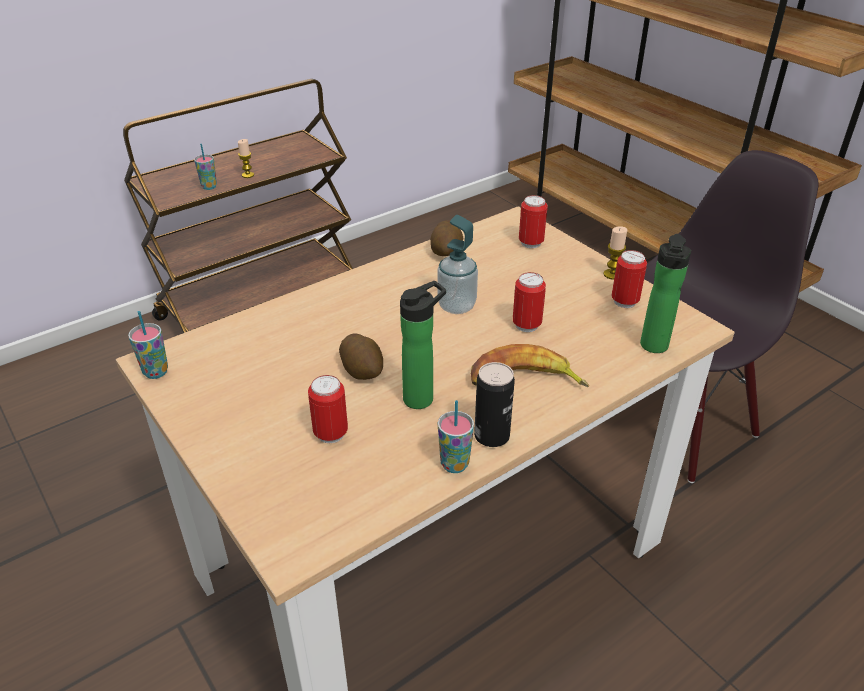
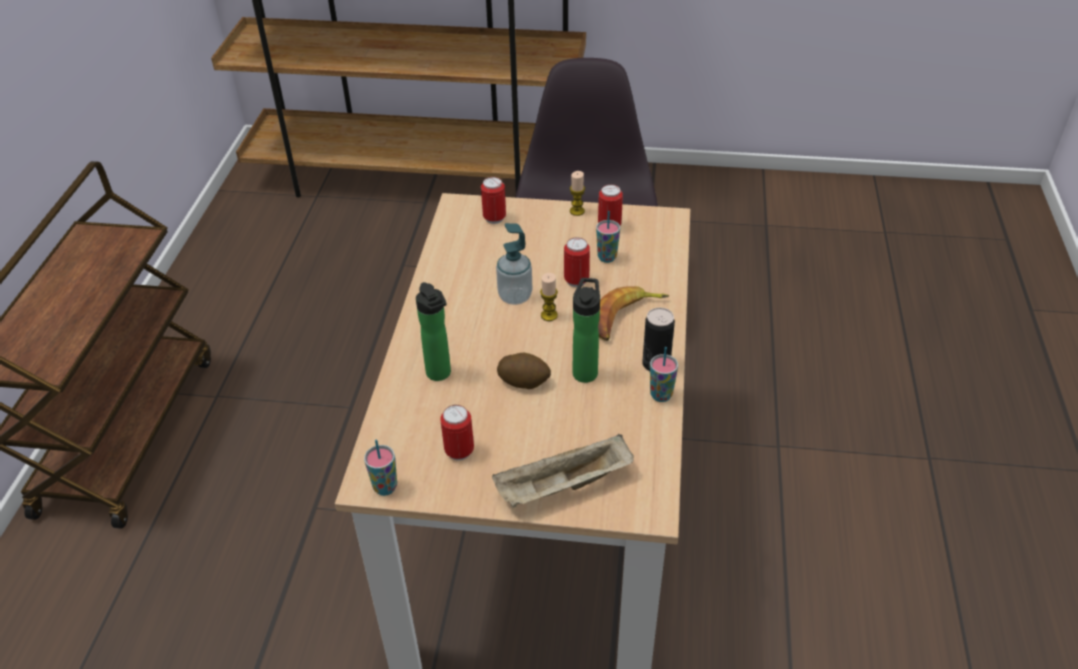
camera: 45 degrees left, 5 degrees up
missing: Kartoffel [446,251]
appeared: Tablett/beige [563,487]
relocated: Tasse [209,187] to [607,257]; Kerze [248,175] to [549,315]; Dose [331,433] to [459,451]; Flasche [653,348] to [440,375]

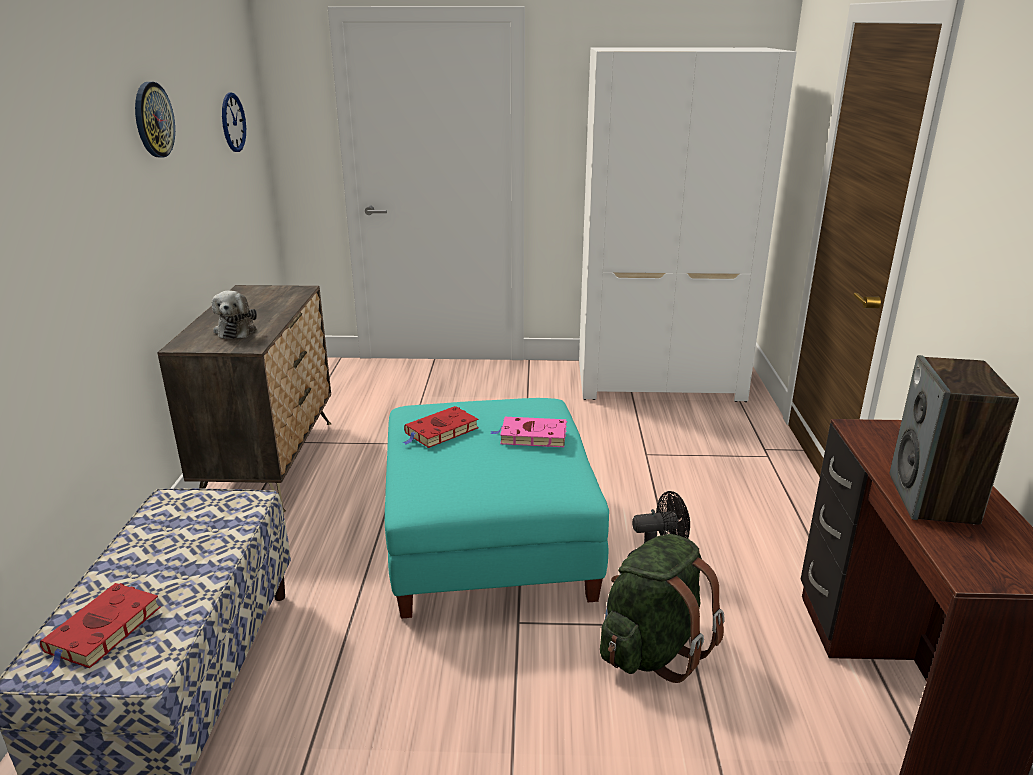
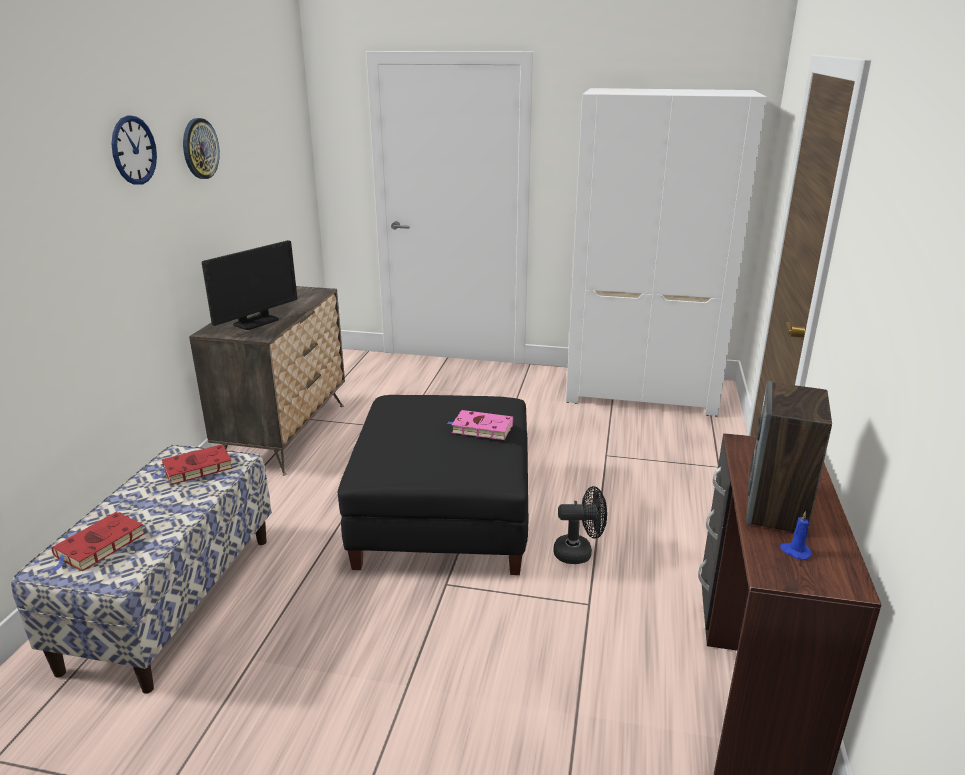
camera: 10 degrees right, 0 degrees up
missing: Rucksack/grün [652,649]
appeared: Kerze/blau [795,552]
relocated: Wanduhr [233,122] to [134,150]; Buch/rot [440,431] to [195,469]
exchanged: Plüschtier [236,330] to Monitor [256,322]
colour: Polsterhocker/türkis [490,541] to Polsterhocker/schwarz [444,515]

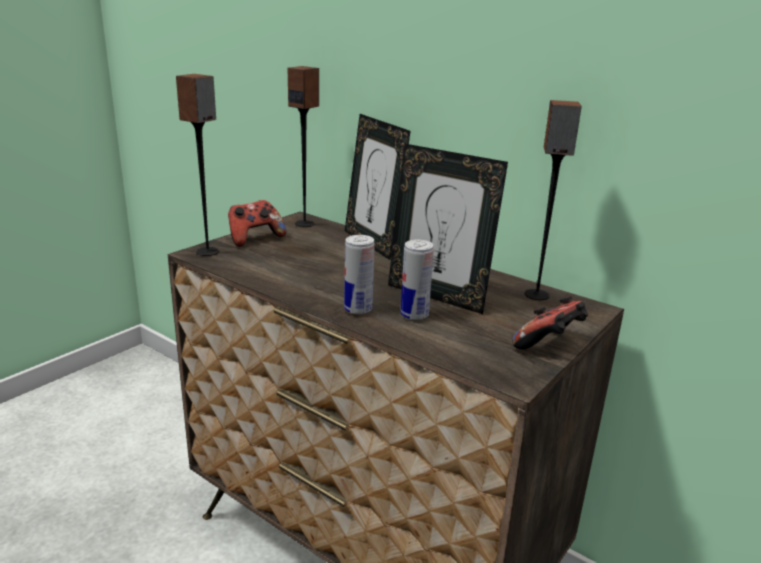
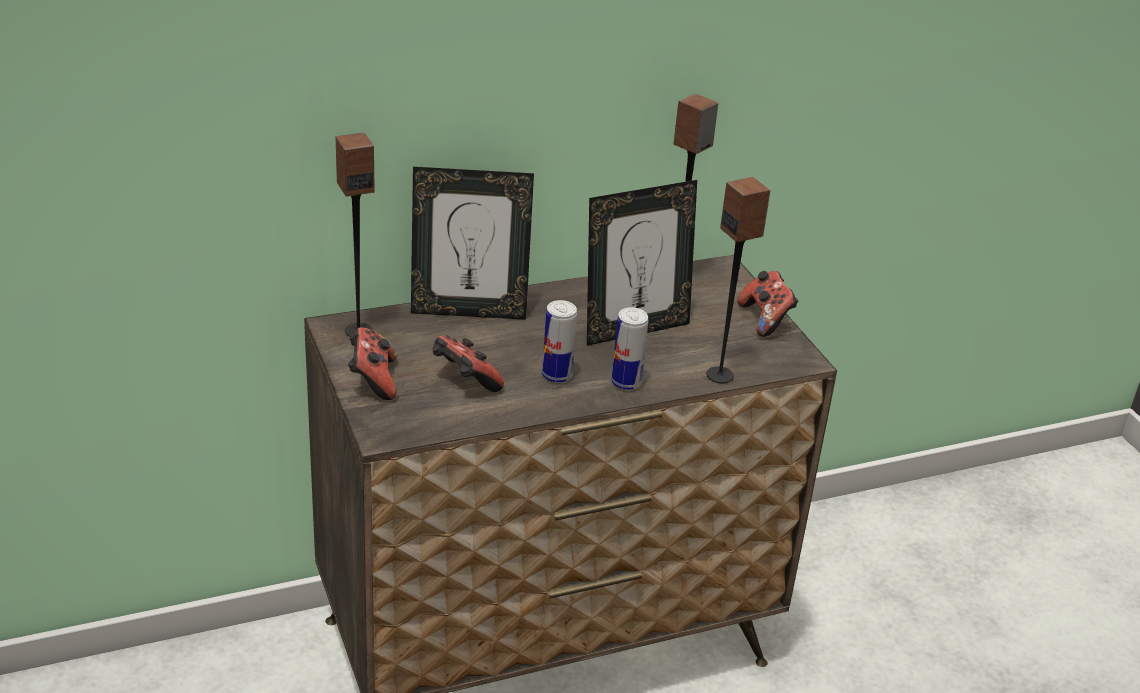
camera: 60 degrees left, 10 degrees up
appeared: Gamepad [464,381]
relocated: Lautsprecher [208,252] to [720,375]; Dose [414,315] to [557,375]

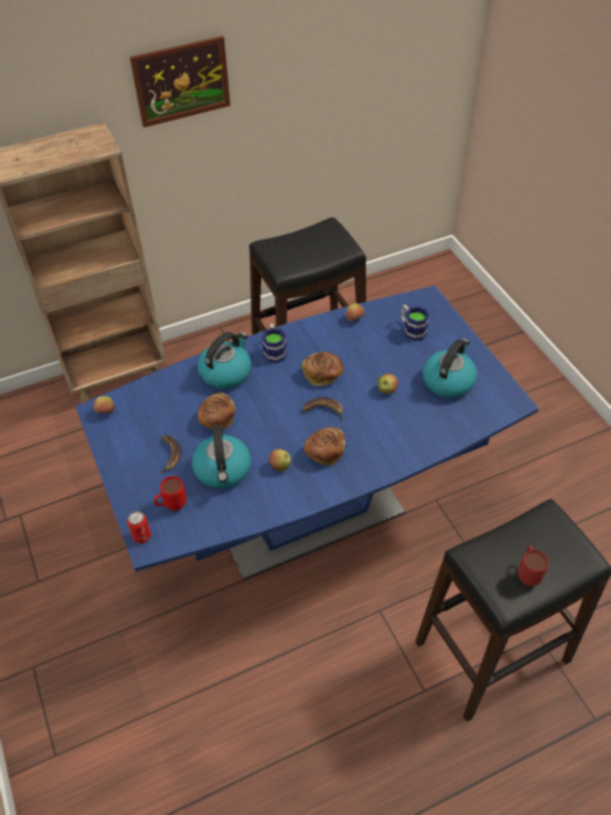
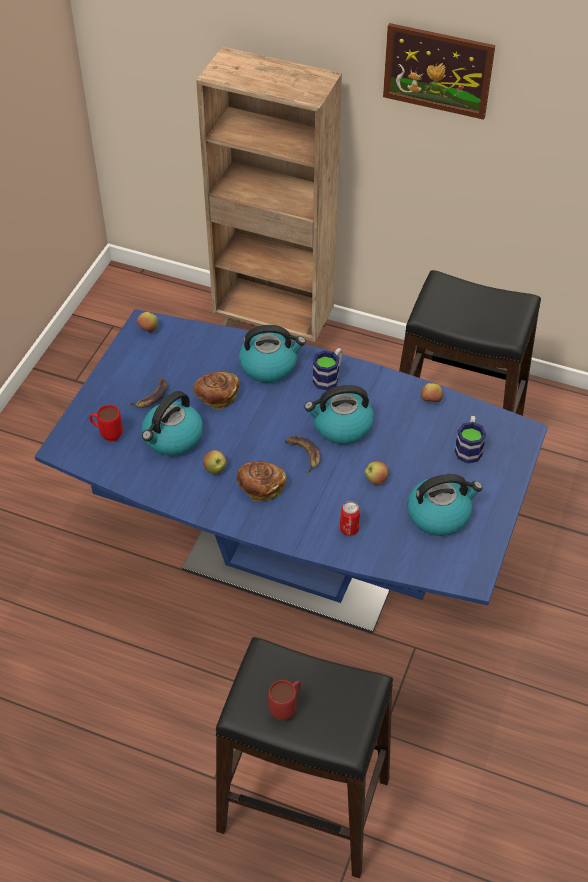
camera: 45 degrees right, 0 degrees up
relocated: Dose [142,536] to [349,529]
exchanged: Brot [323,375] to Wasserkessel [341,426]

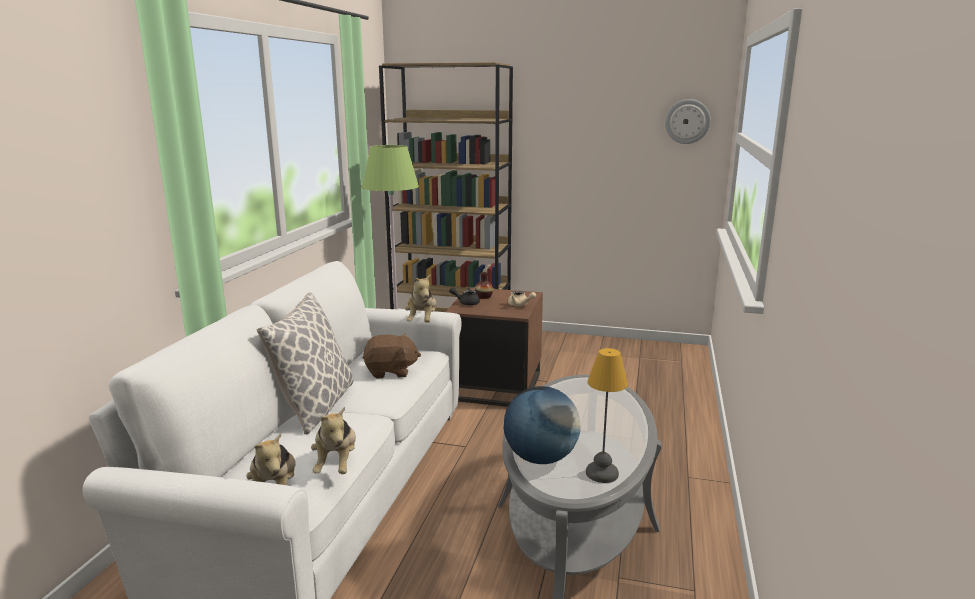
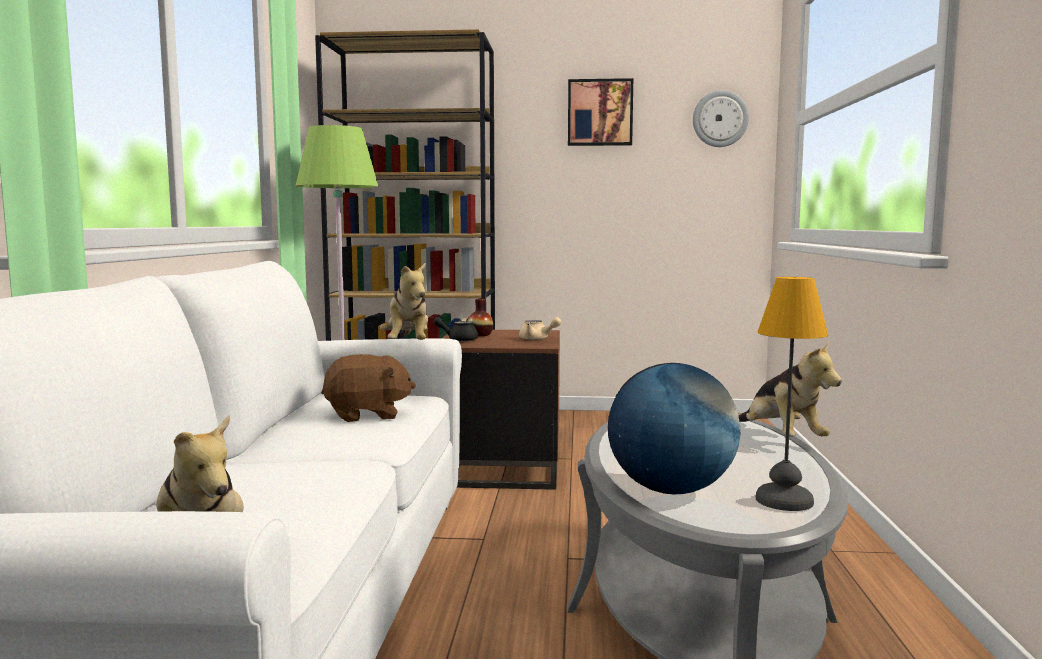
camera: 10 degrees left, 10 degrees down
missing: Kissen [315,406]
appeared: Bild [600,113]
relocated: Plüschtier [336,464] to [781,438]

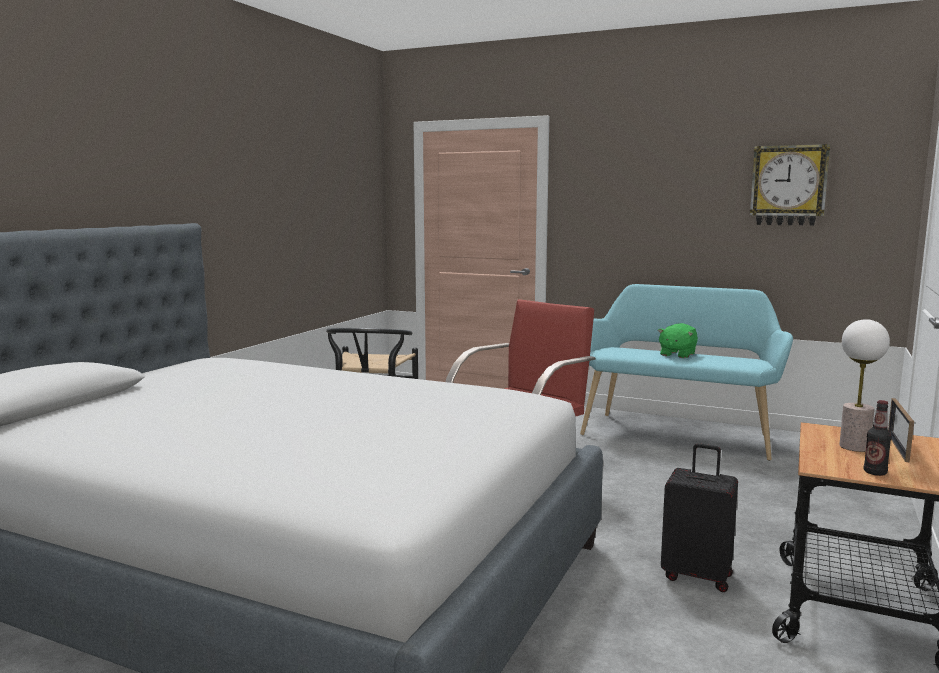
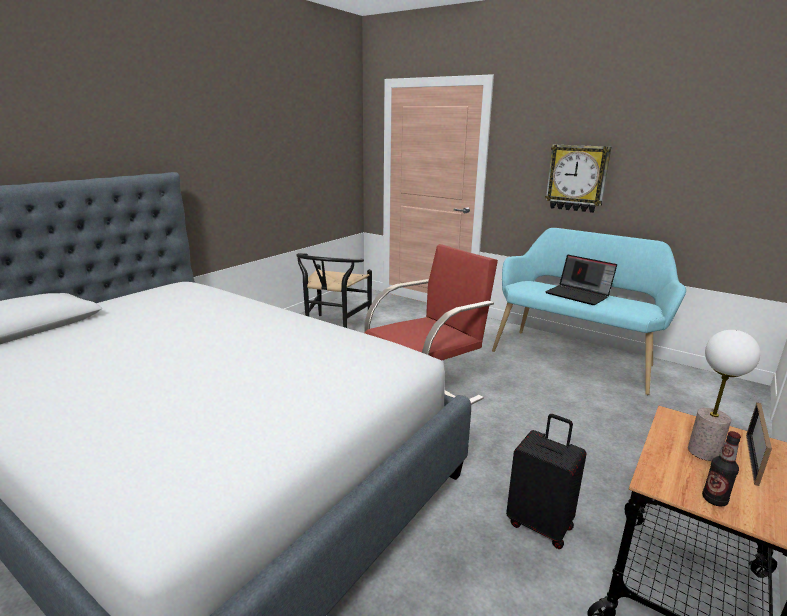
camera: 10 degrees right, 10 degrees up
relocated: Wanduhr [788,185] to [577,178]
exchanged: Plüschtier/grün [677,354] to Laptop [579,295]

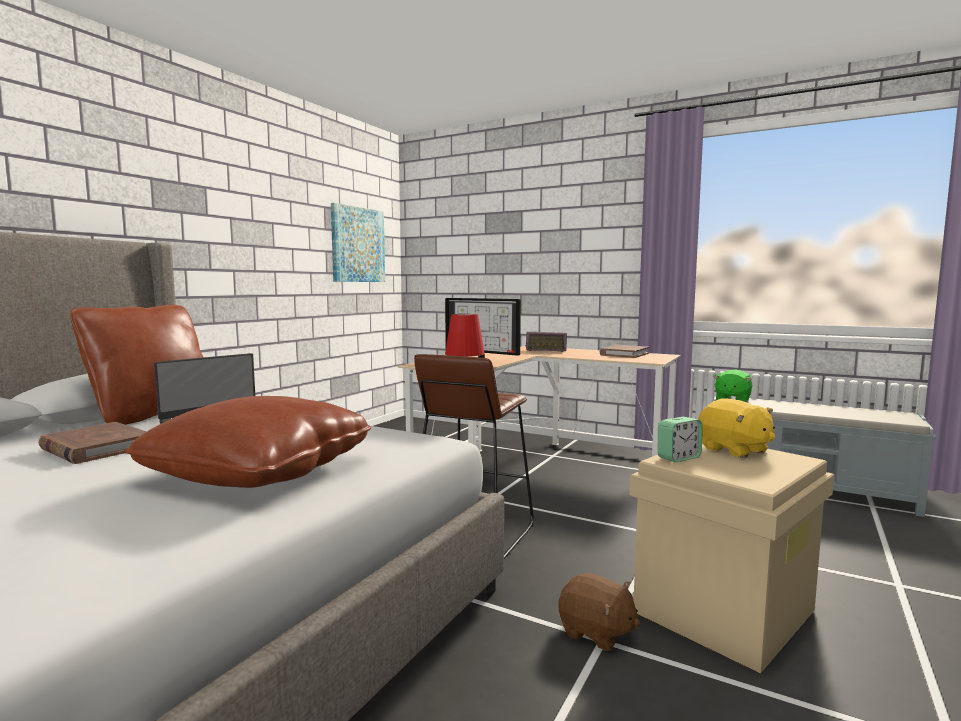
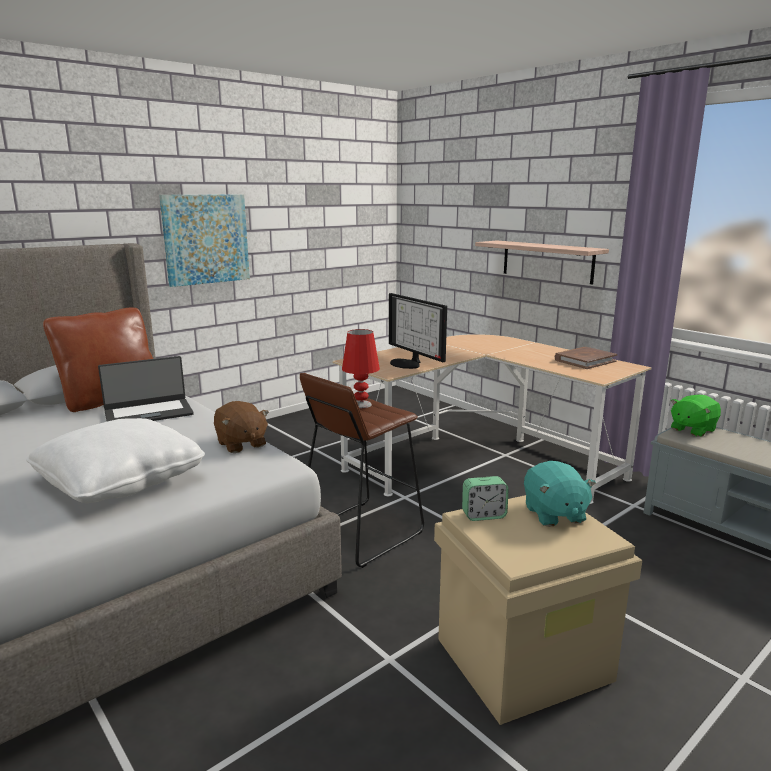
camera: 20 degrees right, 10 degrees up
missing: Buch/braun [96,448]; Radio [546,350]
appeared: Wandregal [547,261]
relocated: Bild [357,245] to [206,239]; Plüschtier/braun [596,632] to [241,444]
colour: Kissen/braun [260,473] to Kissen/weiß [120,481]; Plüschtier/gelb [734,450] to Plüschtier/türkis [554,514]

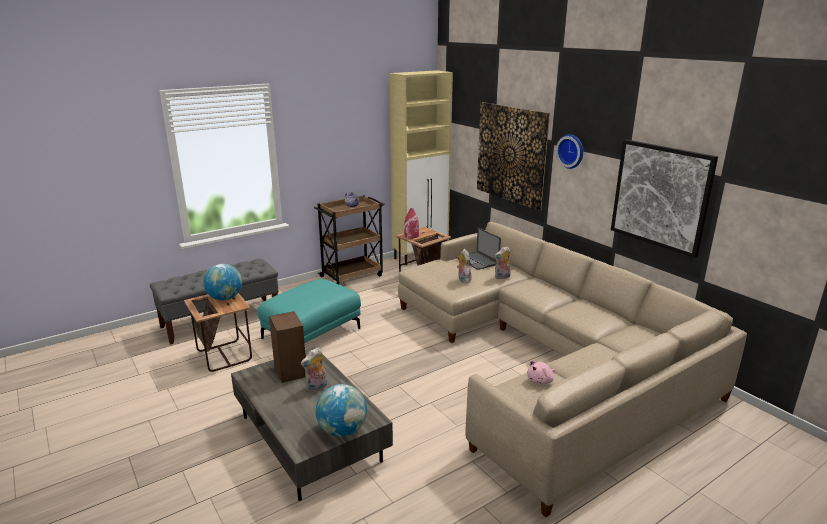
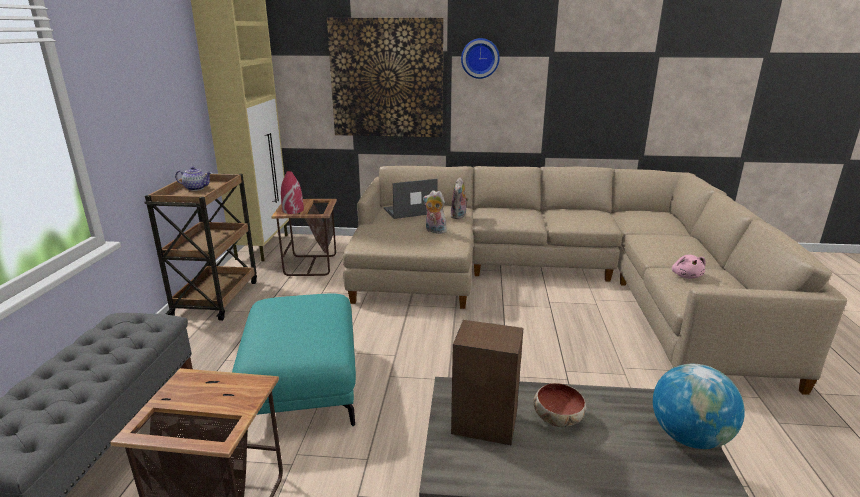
camera: 50 degrees left, 0 degrees up
missing: Globus [225,298]; Bild [660,196]
exchanged: Plüschtier [316,388] to Schüssel [557,417]
spun: Laptop [478,261] = [409,211] 150 degrees clockwise

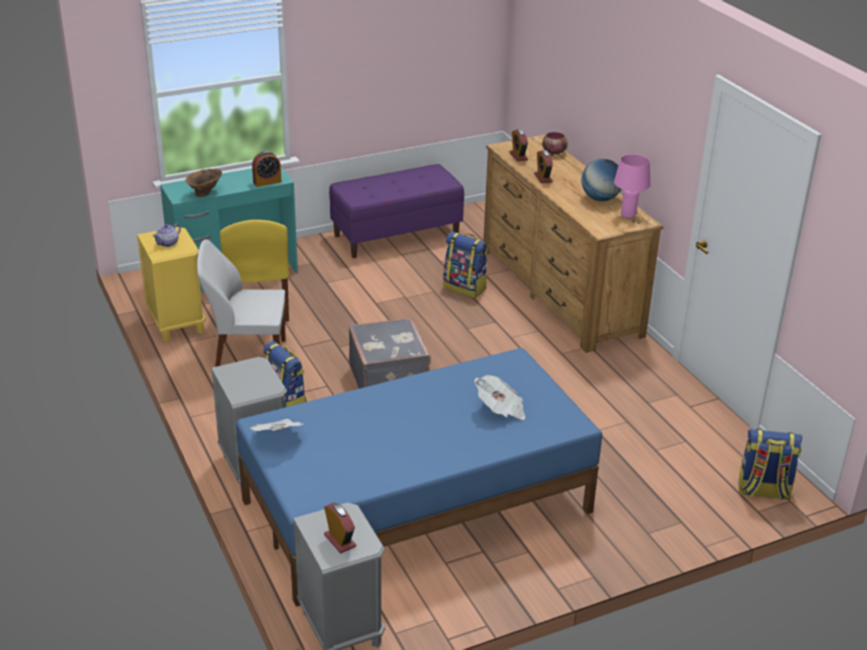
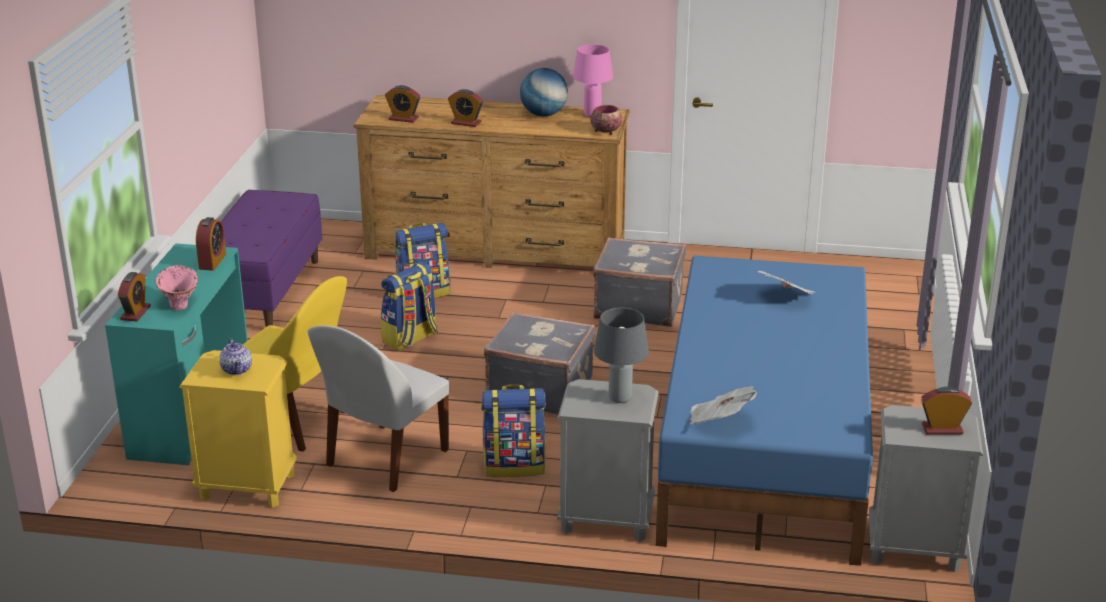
camera: 55 degrees left, 5 degrees down
appeared: Wecker [135,313]; Koffer/grau [638,306]; Tischlampe/grau [619,398]
relocated: Schüssel [554,153] to [606,131]; Rucksack [763,491] to [410,339]
colour: Vase/braun [205,193] to Vase/rosa [180,303]

